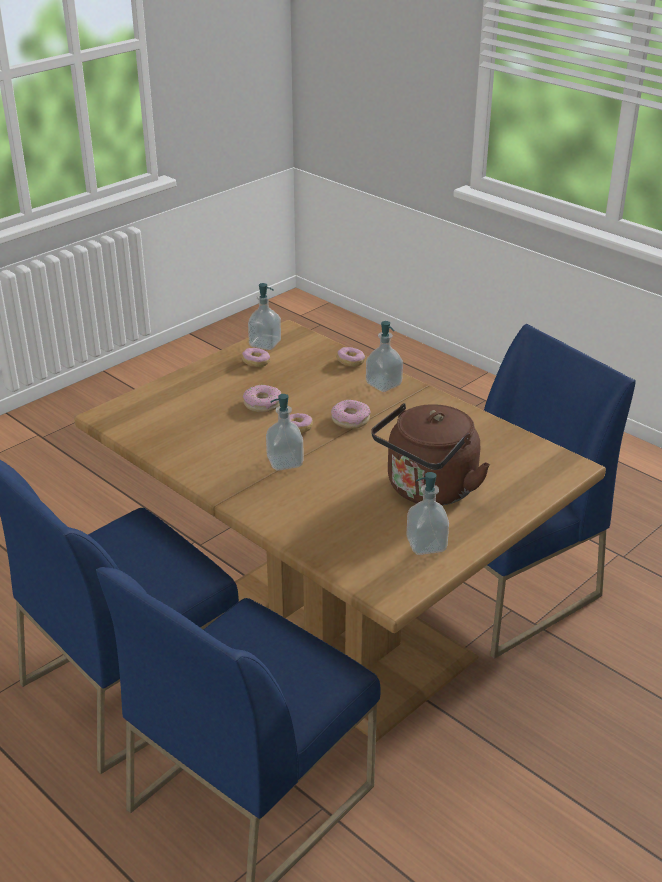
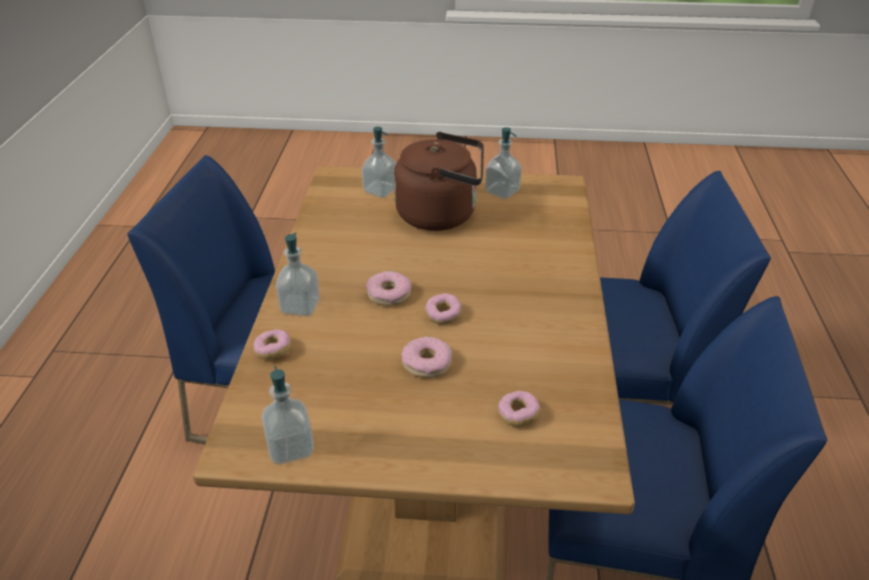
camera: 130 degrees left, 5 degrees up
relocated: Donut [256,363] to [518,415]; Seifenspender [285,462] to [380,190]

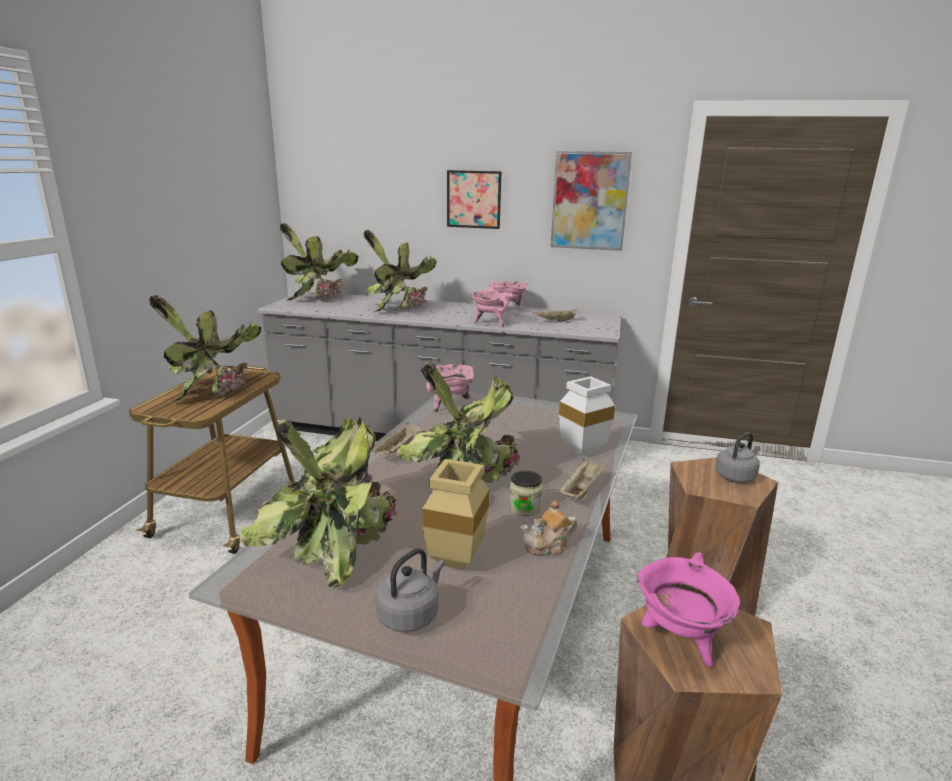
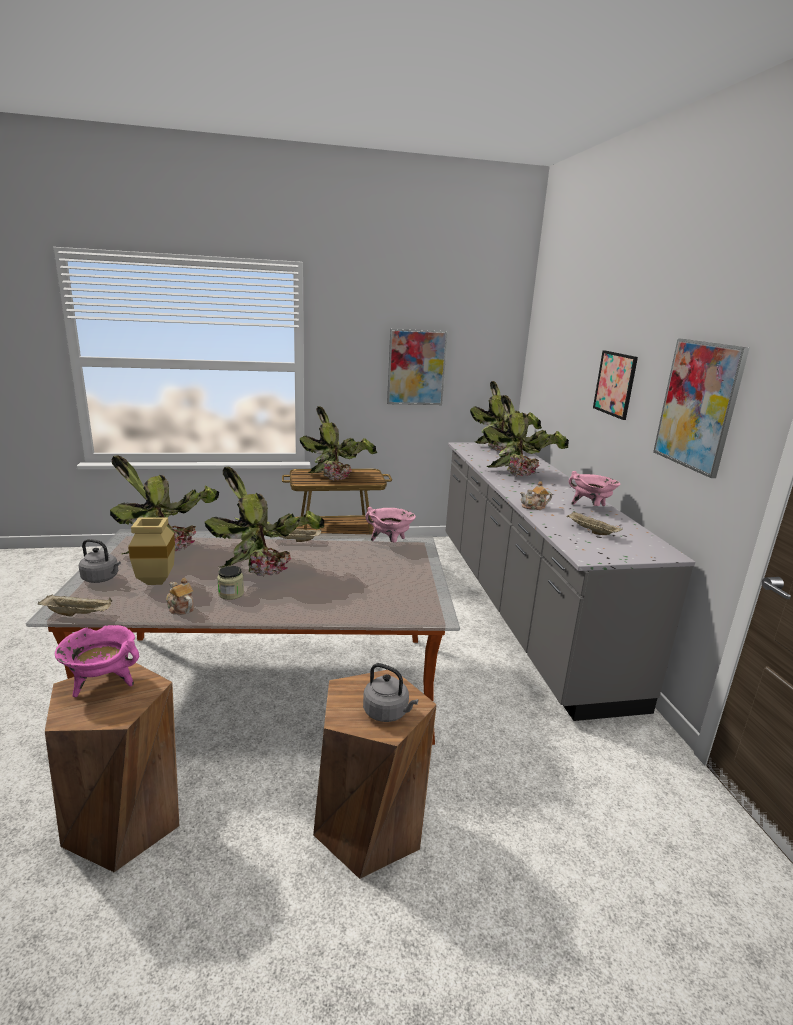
camera: 65 degrees right, 0 degrees up
missing: Vase/weiß [582,453]
appeared: Bild [416,367]
relocated: Tablett/beige [581,490] to [79,614]
exchanged: Kochtopf/rosa [491,323] to Teekanne [534,507]

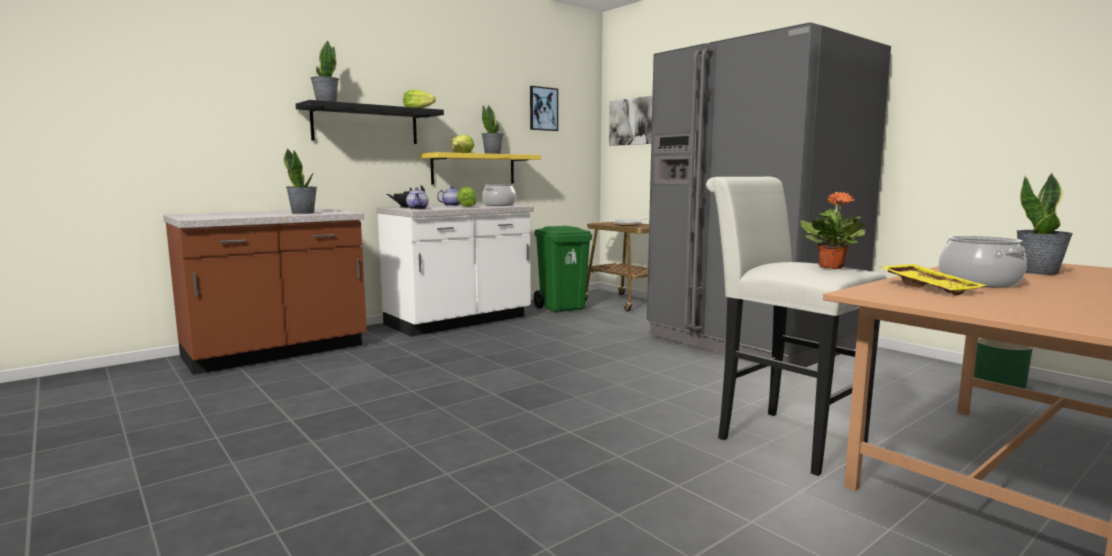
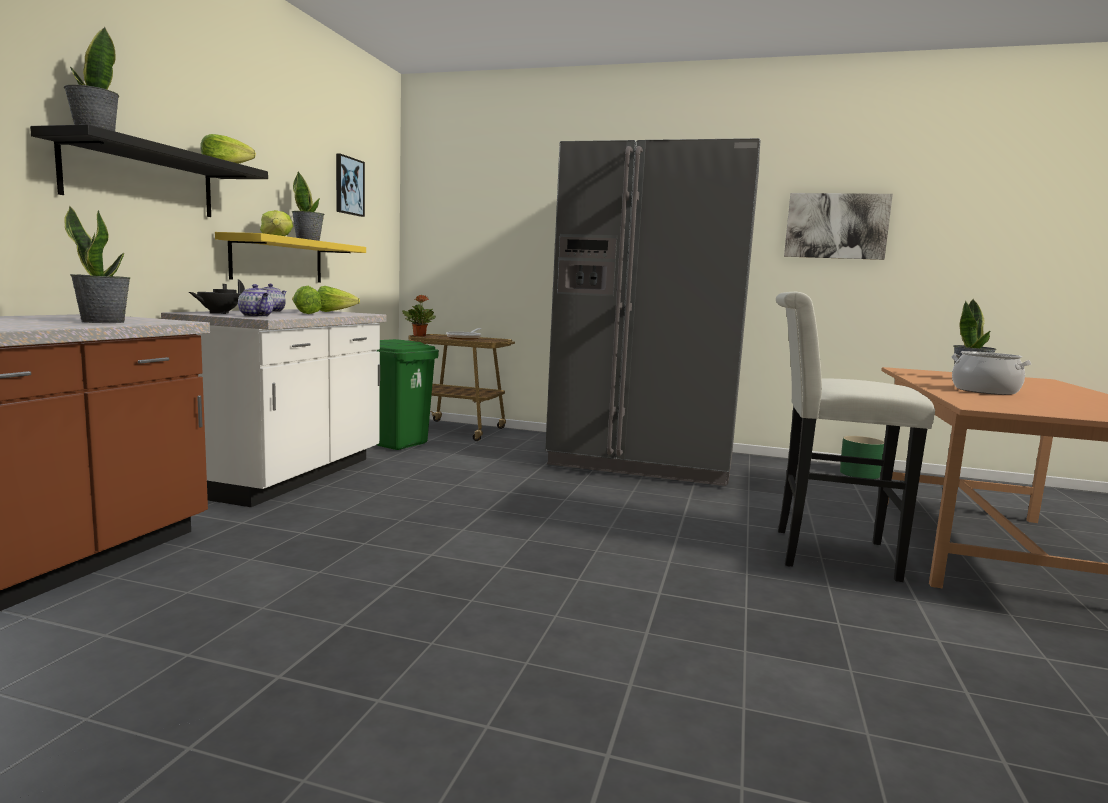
camera: 35 degrees left, 0 degrees up
missing: Tablett/gelb [930,288]
relocated: Bild [635,121] to [836,226]; Topfpflanze [831,267] to [419,336]
exchanged: Kochtopf [499,205] to Salatkopf [334,312]

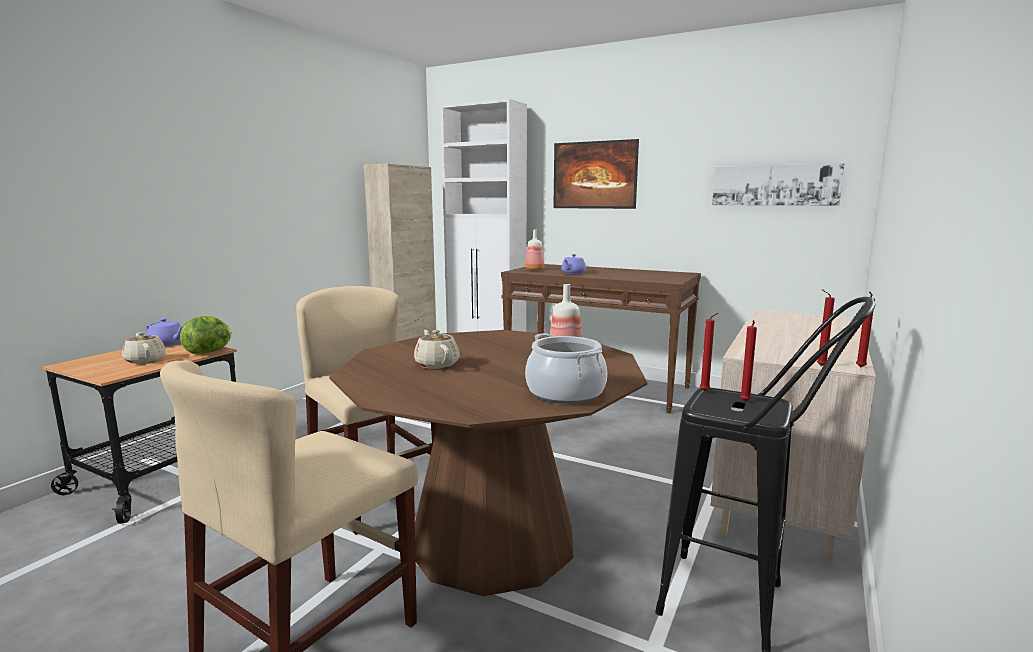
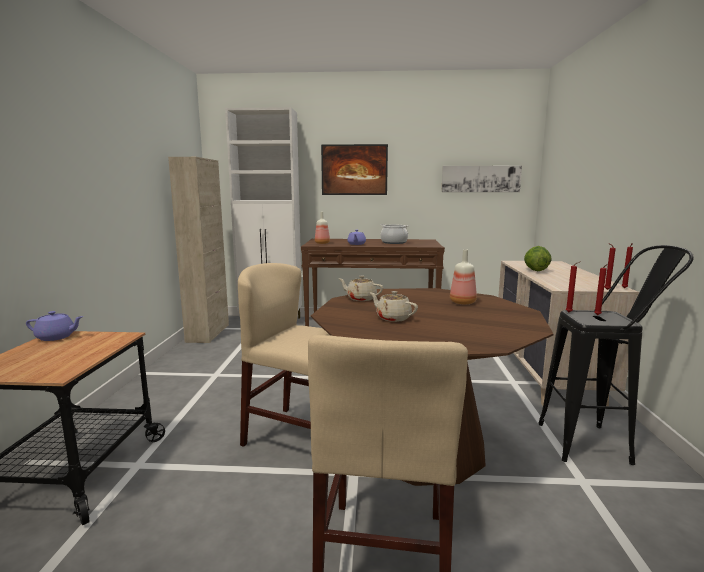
camera: 25 degrees left, 0 degrees up
relocated: Teekanne/beige [145,360] to [360,299]; Salatkopf [209,352] to [535,270]; Kochtopf [565,393] to [394,242]

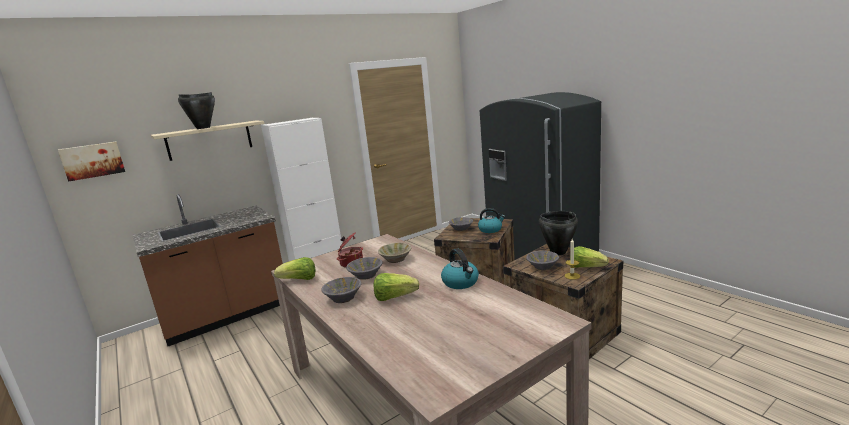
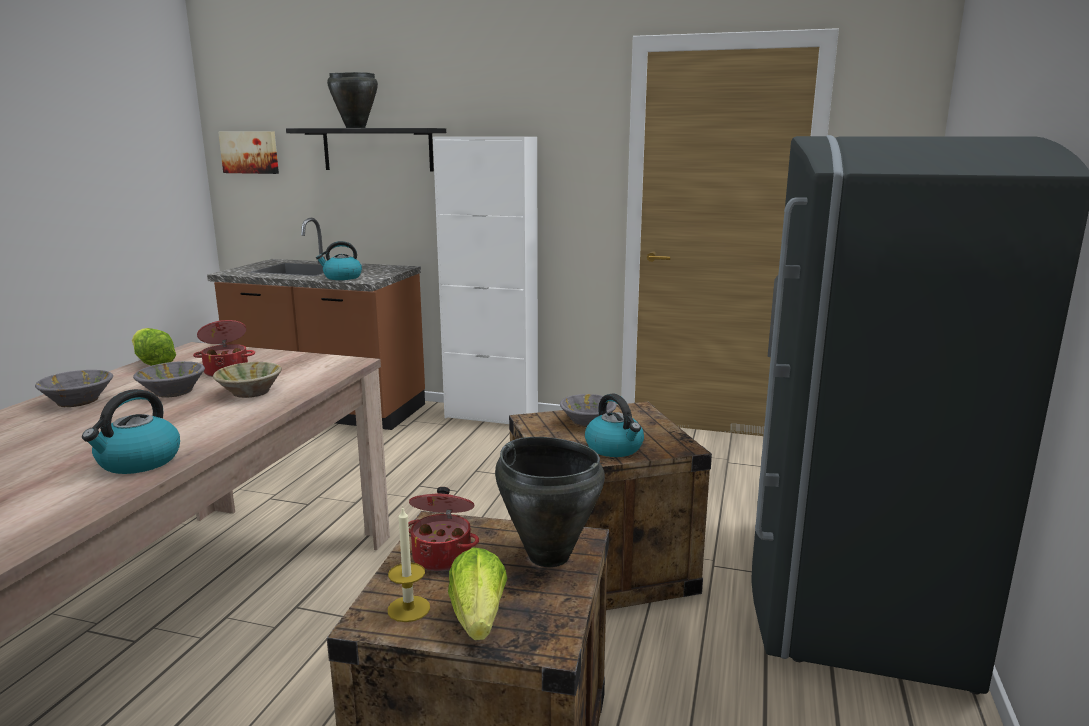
camera: 50 degrees right, 0 degrees up
missing: Salatkopf [394,297]
appeared: Wasserkessel [342,277]
exchanged: Schüssel/grau [542,266] to Kochtopf [443,556]
colour: Wandregal/beige [209,140] to Wandregal/schwarz [377,149]

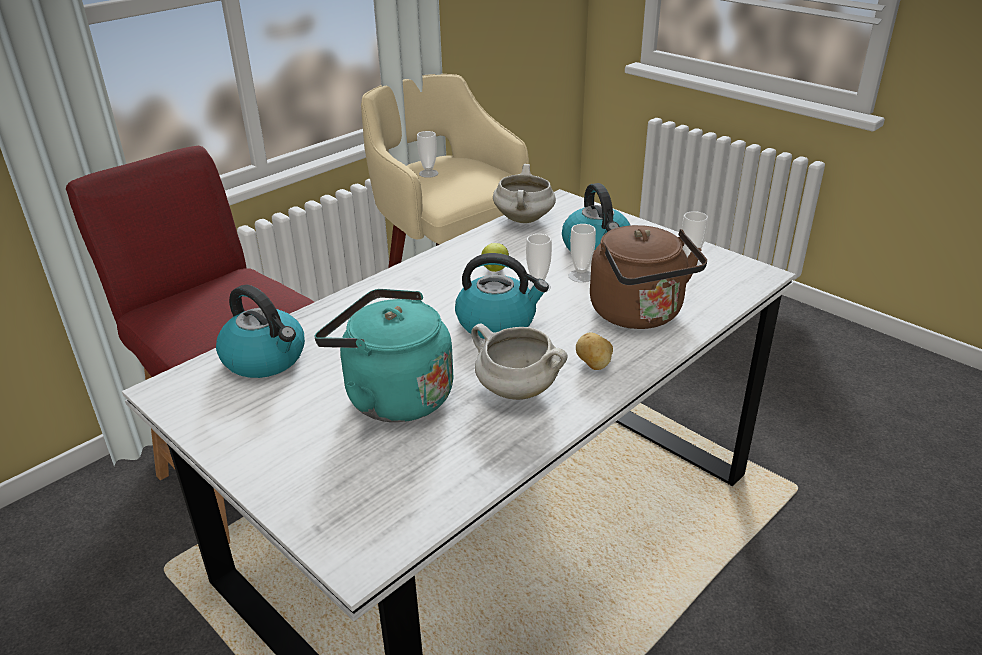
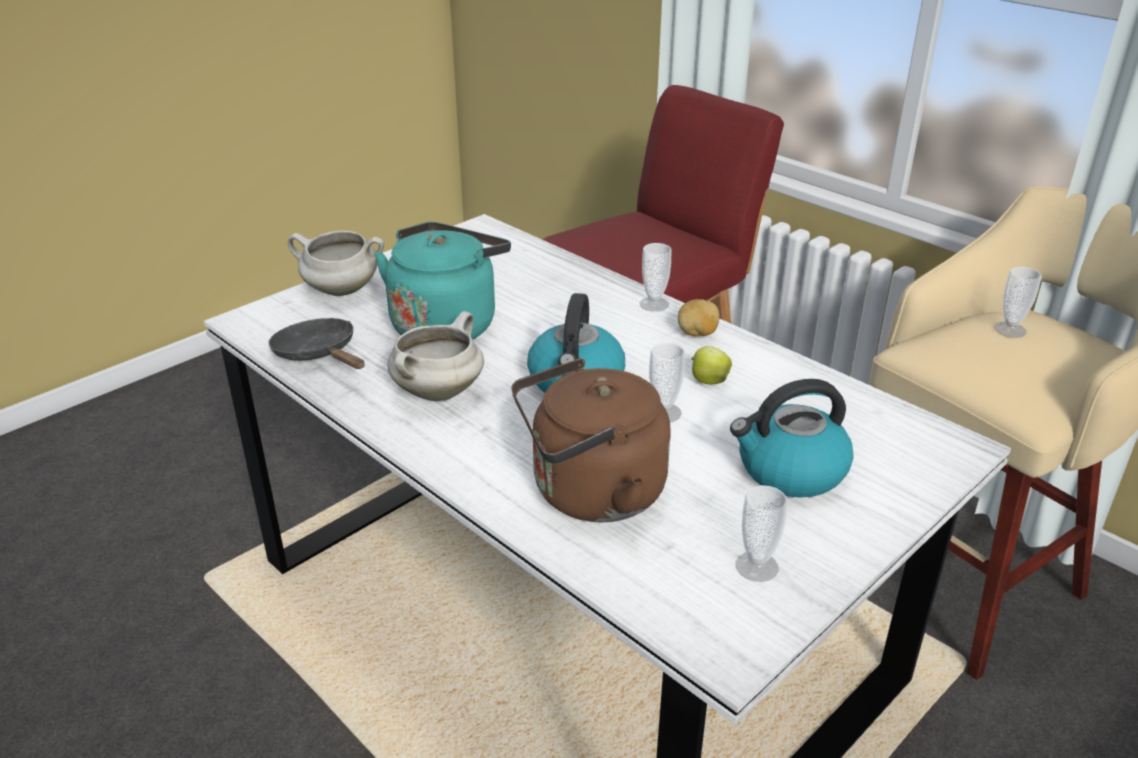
camera: 90 degrees right, 0 degrees up
missing: Wasserkessel [266,359]
appeared: Pfanne/schwarz [319,354]
relocated: Kochtopf/weiß [524,220] to [340,291]; Tasse [581,276] to [654,304]; Kartoffel [594,365] to [697,334]

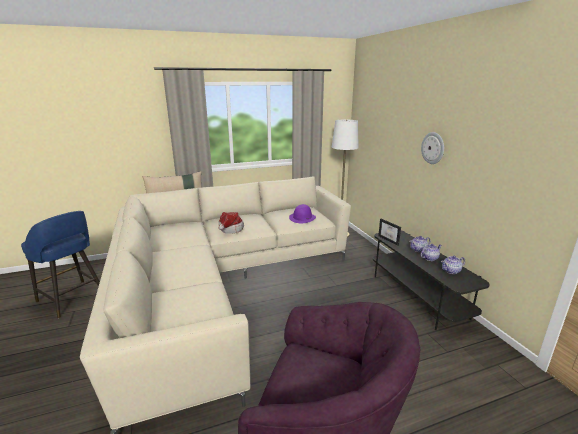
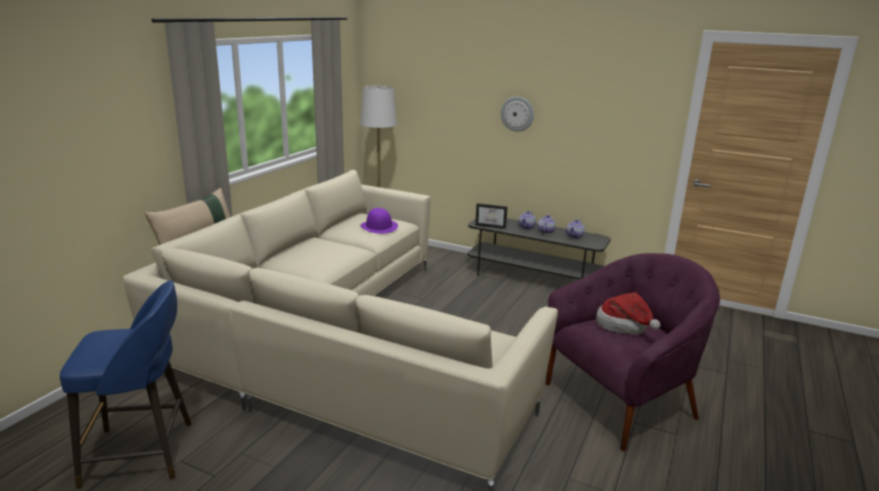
camera: 45 degrees left, 0 degrees up
relocated: Hut [230,229] to [625,326]

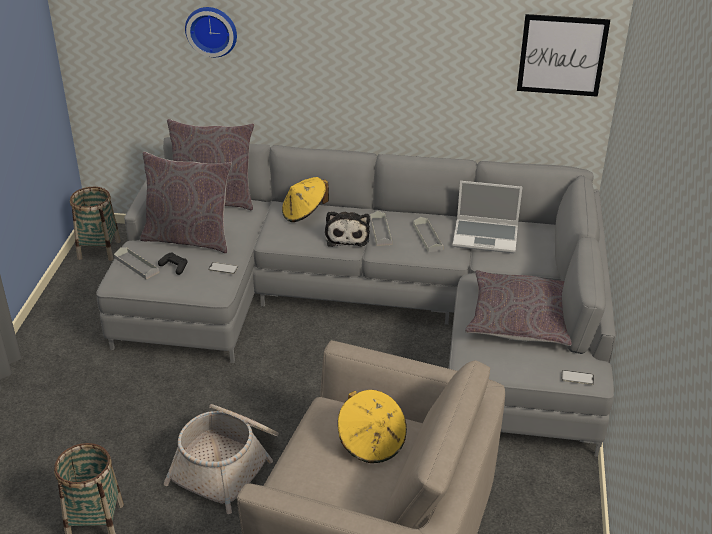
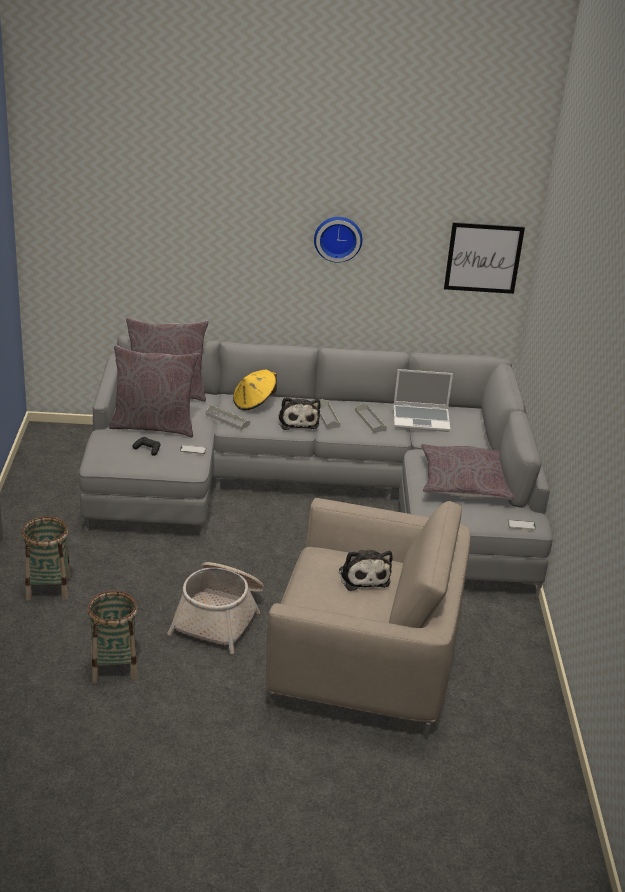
camera: 10 degrees left, 5 degrees down
relocated: Korb [99,250] to [48,587]; Tablett/grau [136,265] to [227,419]; Wanduhr [212,30] to [338,238]
exchanged: Hut/gelb [371,442] to Plüschtier [363,576]

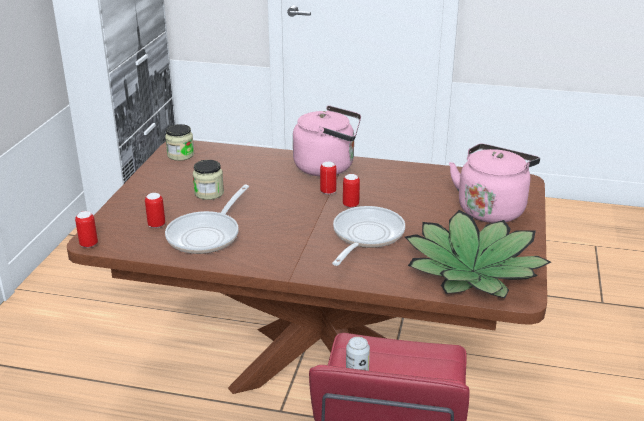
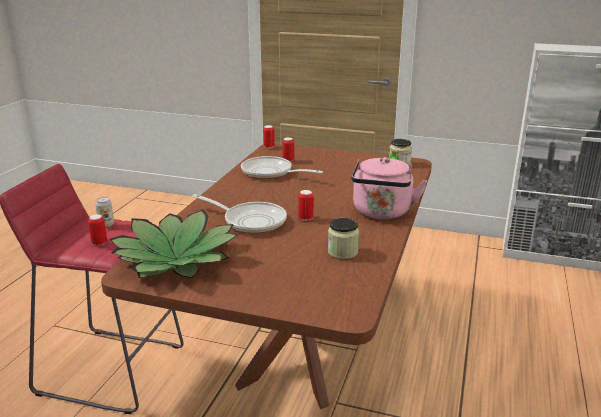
camera: 95 degrees right, 5 degrees down
missing: Wasserkessel/rosa [492,209]
relocated: Vorratsglas [209,193] to [342,252]; Dose [328,192] to [99,243]

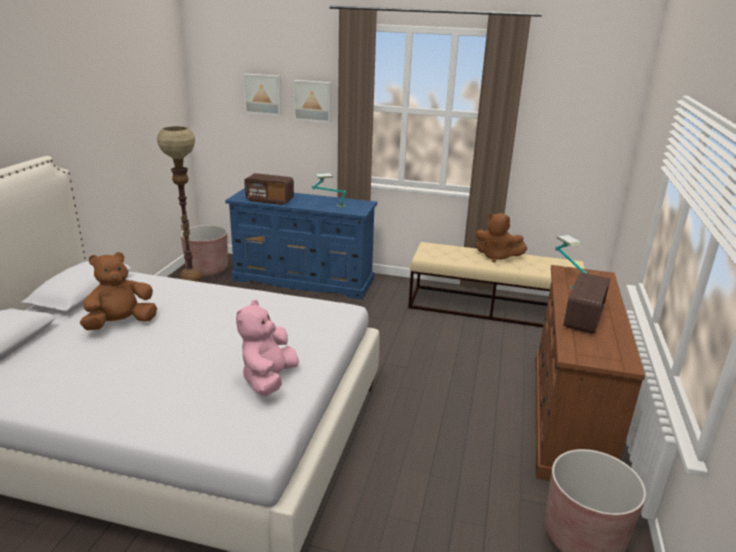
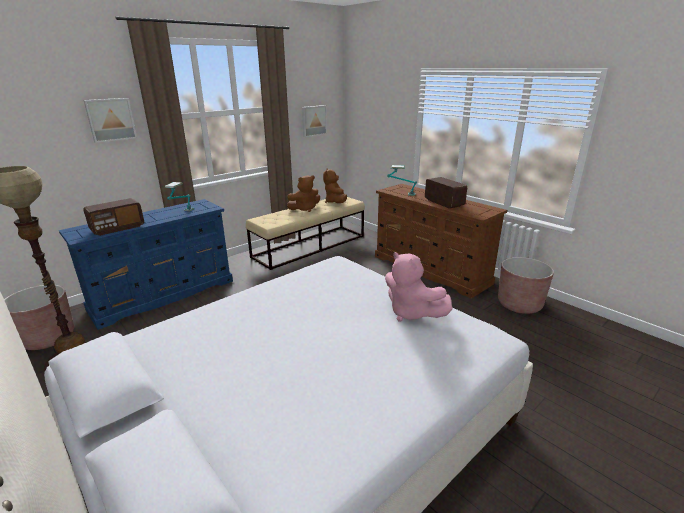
camera: 55 degrees left, 0 degrees up
relocated: Plüschtier/braun [121,323] to [335,202]; Bild [263,94] to [313,120]

